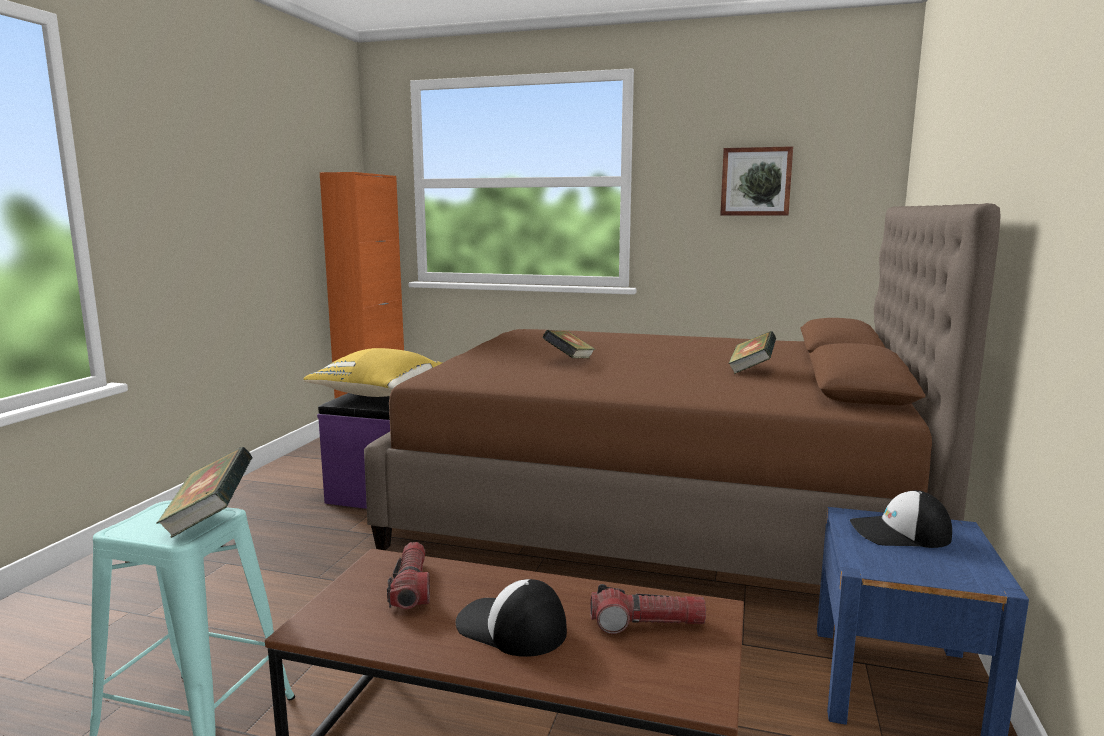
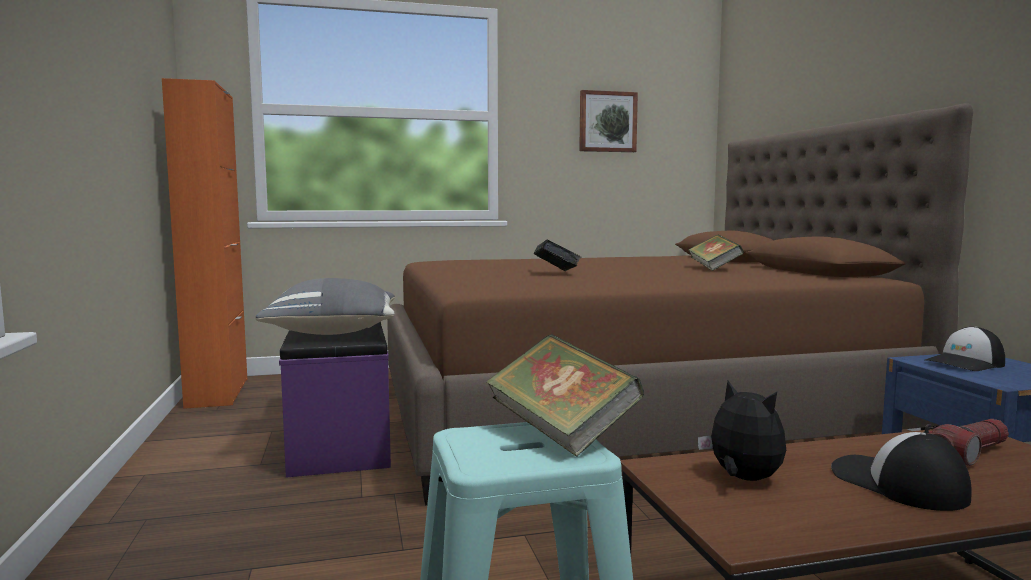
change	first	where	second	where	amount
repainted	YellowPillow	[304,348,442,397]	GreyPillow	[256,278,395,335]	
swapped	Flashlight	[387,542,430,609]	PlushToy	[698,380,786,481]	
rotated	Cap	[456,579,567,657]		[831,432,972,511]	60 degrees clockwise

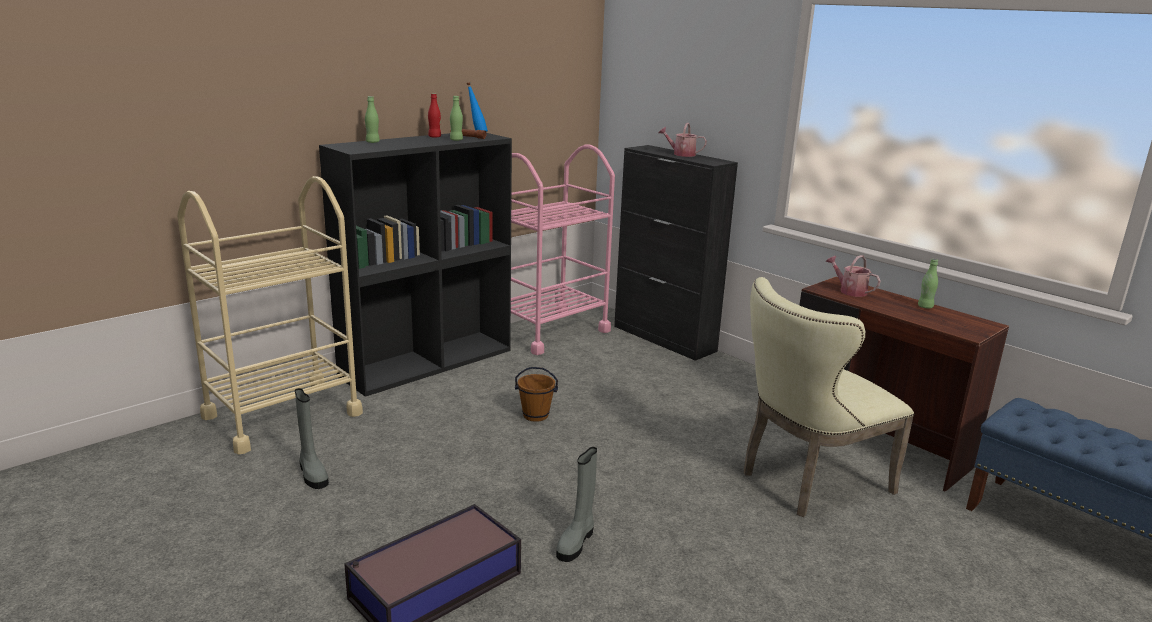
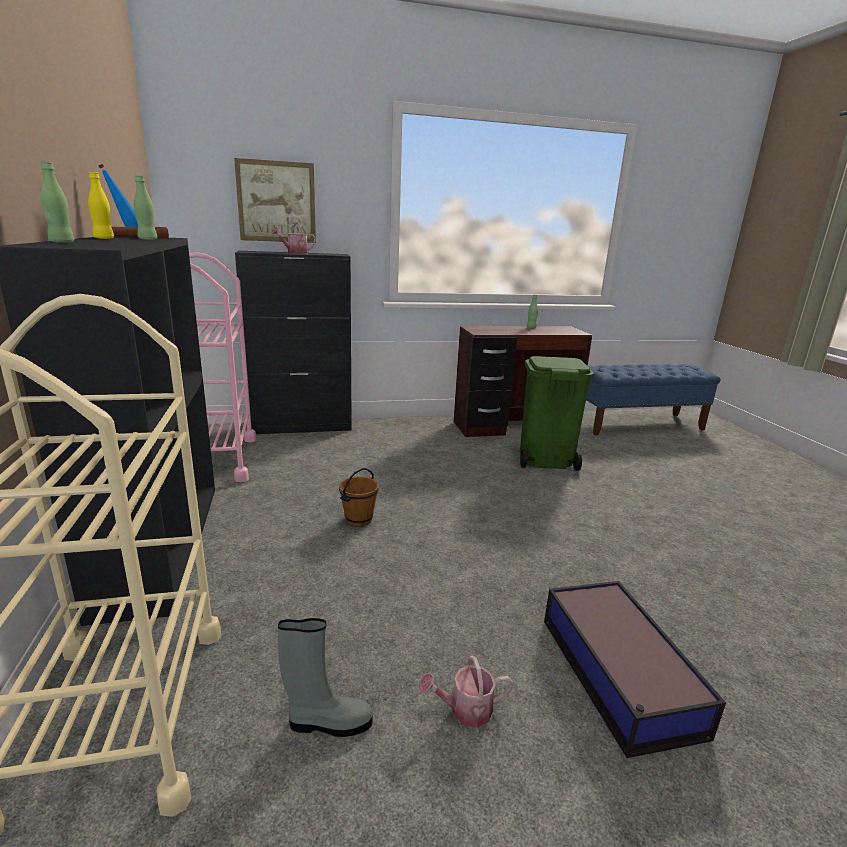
change	first	where	second	where	amount
repainted	RedBottle	[428,93,441,138]	YellowBottle	[88,172,114,239]	
new			Picture	[234,158,316,243]	
shifted	WateringCan	[825,255,881,297]		[419,656,513,727]	
swapped	BeigeChair	[744,277,914,517]	GreenTrashCan	[520,356,594,471]	
gone	GreyBoot	[556,447,597,562]			

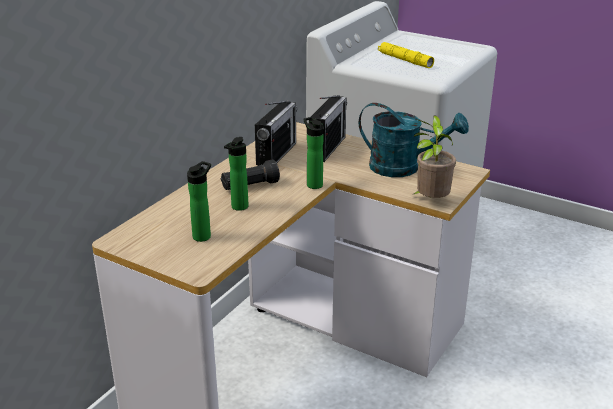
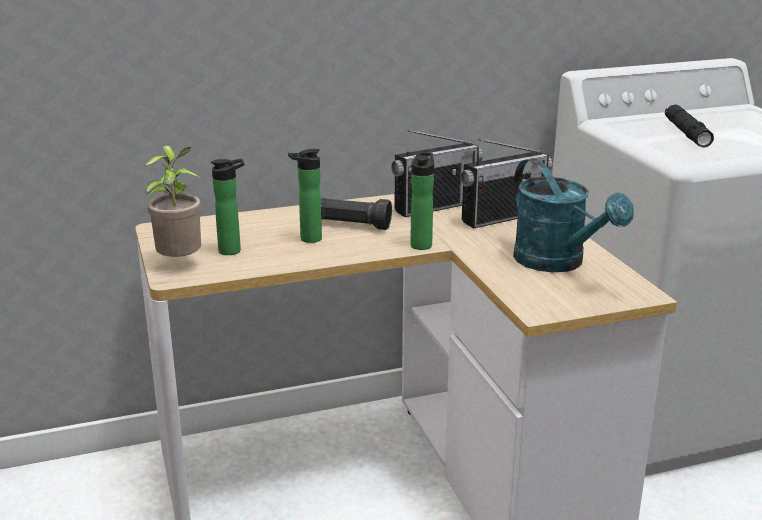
change	first	where	second	where	amount
shifted	PottedPlant	[413,116,456,198]		[144,145,201,257]	
repainted	YellowFlashlight	[378,42,434,68]	BlackFlashlight	[665,104,714,148]	

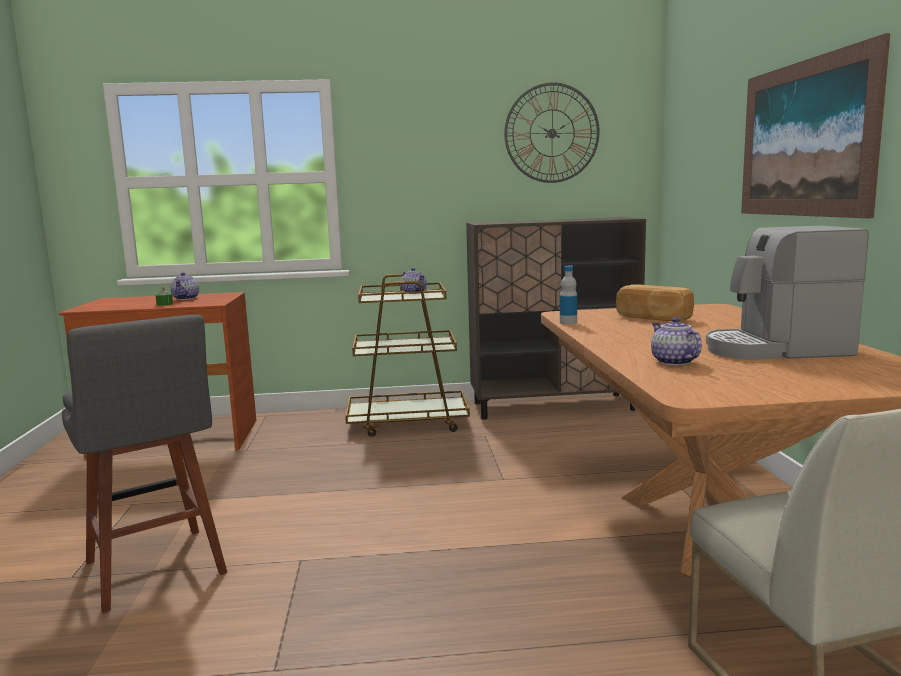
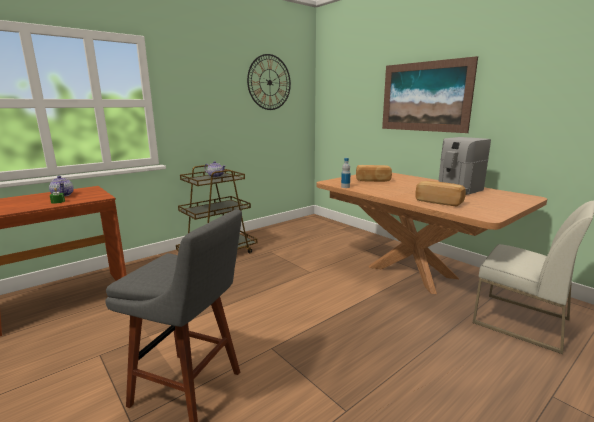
change	first	where	second	where	amount
swapped	Teapot	[651,317,702,366]	Bread	[416,181,466,207]	
gone	BrownCabinet	[466,217,646,420]			

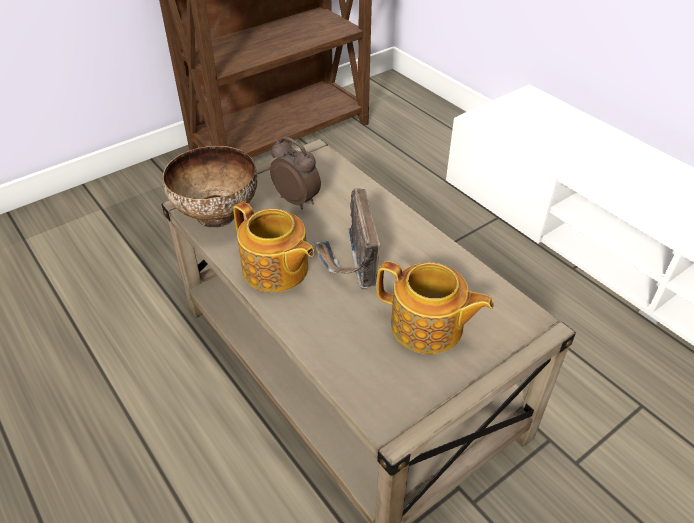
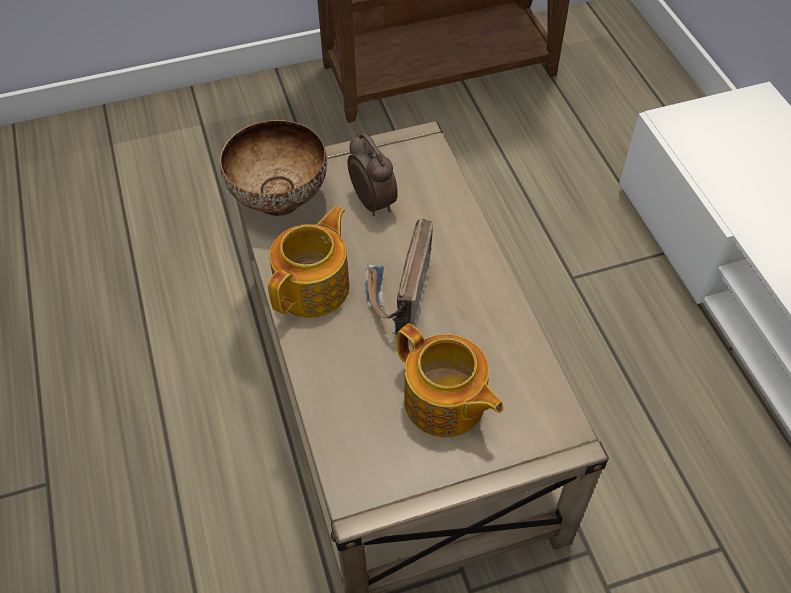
change	first	where	second	where	amount
rotated	Teapot	[233,202,315,292]		[268,206,349,318]	120 degrees counterclockwise

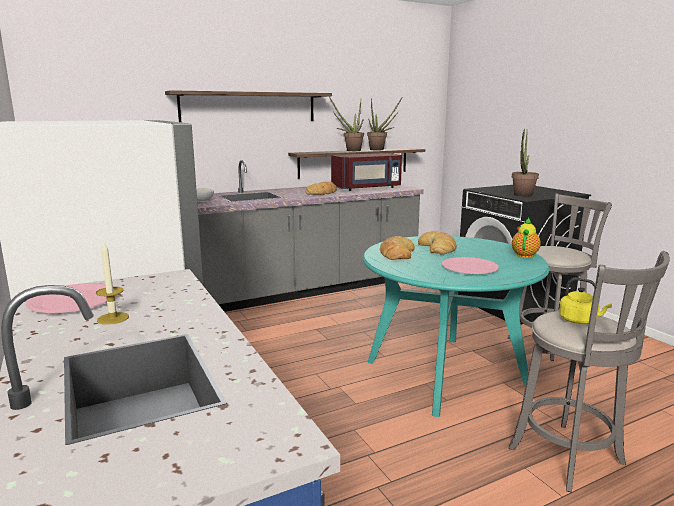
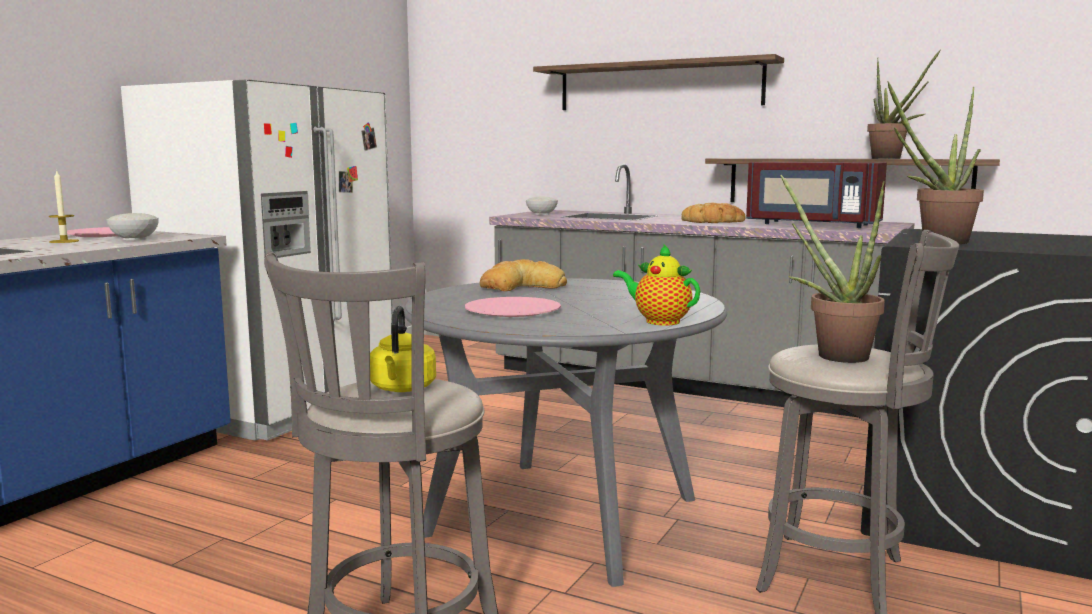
change	first	where	second	where	amount
new			WhiteBowl	[106,213,159,240]	
repainted	TurquoiseDiningTable	[363,236,550,417]	GreyDiningTable	[404,278,727,587]	
rotated	Teapot	[512,218,541,258]		[613,243,700,326]	135 degrees counterclockwise
shifted	PottedPlant	[329,97,364,151]		[780,174,885,363]	
gone	Bread	[418,231,457,255]			

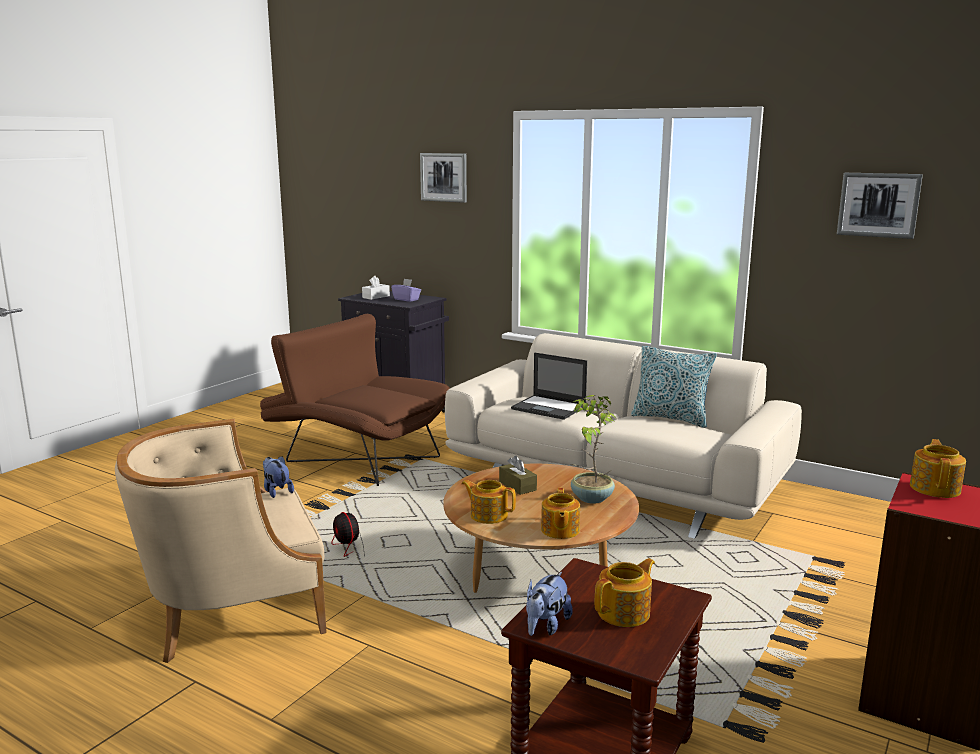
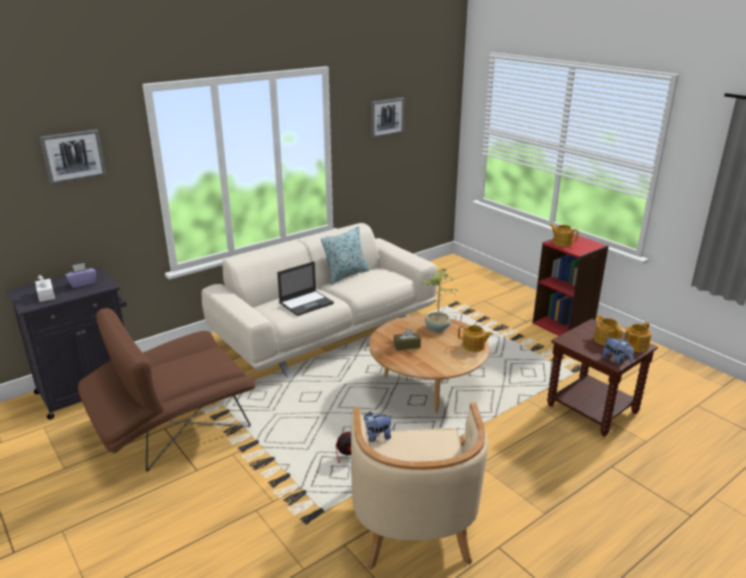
change	first	where	second	where	amount
shifted	Teapot	[461,480,516,524]		[624,322,652,352]	

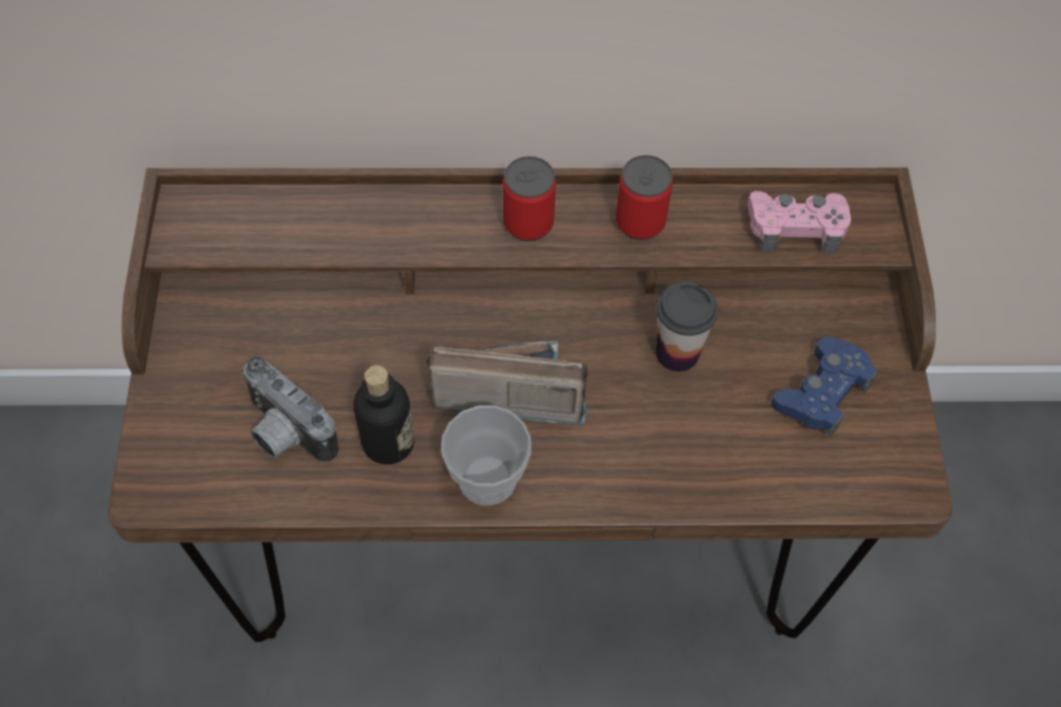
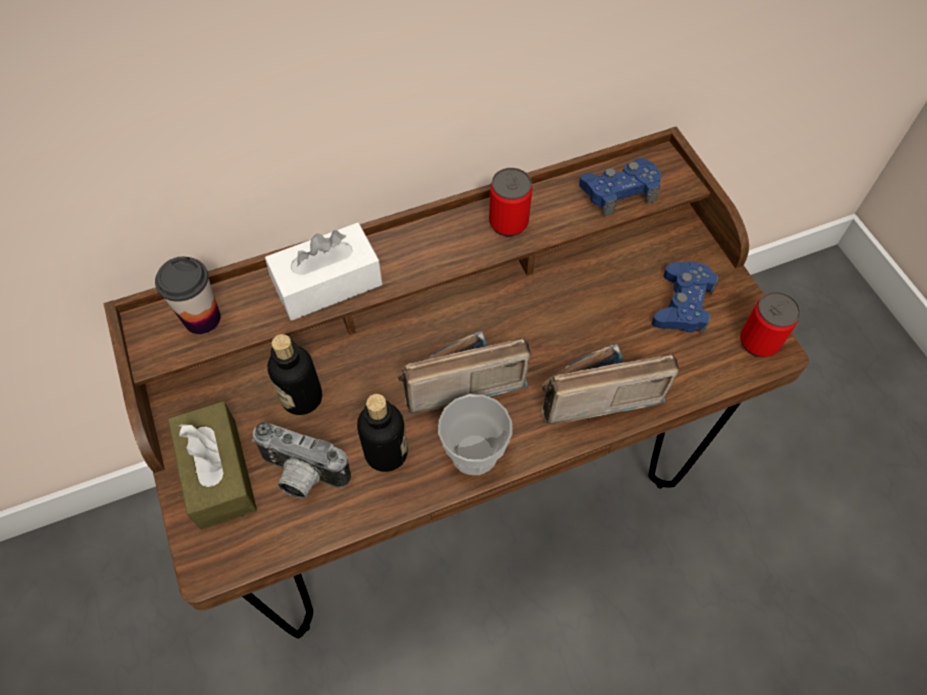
change	first	where	second	where	amount
shifted	Cup	[656,282,718,372]		[155,257,220,334]	
new			BrownTissueBox	[168,401,257,530]	
new			WhiteTissueBox	[265,222,382,321]	
new			Bottle	[267,334,322,415]	
new			Radio	[541,344,680,425]	
repainted	PinkGameController	[747,191,851,254]	BlueGameController	[579,158,661,216]	
shifted	Can	[503,156,556,241]		[740,292,801,357]	

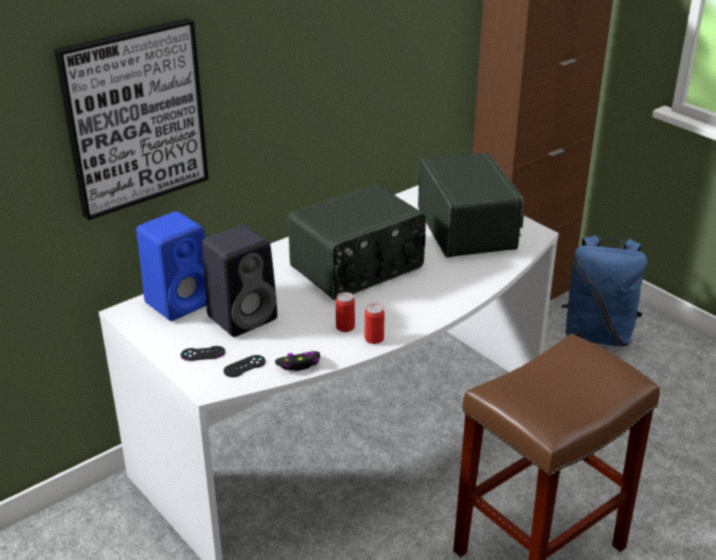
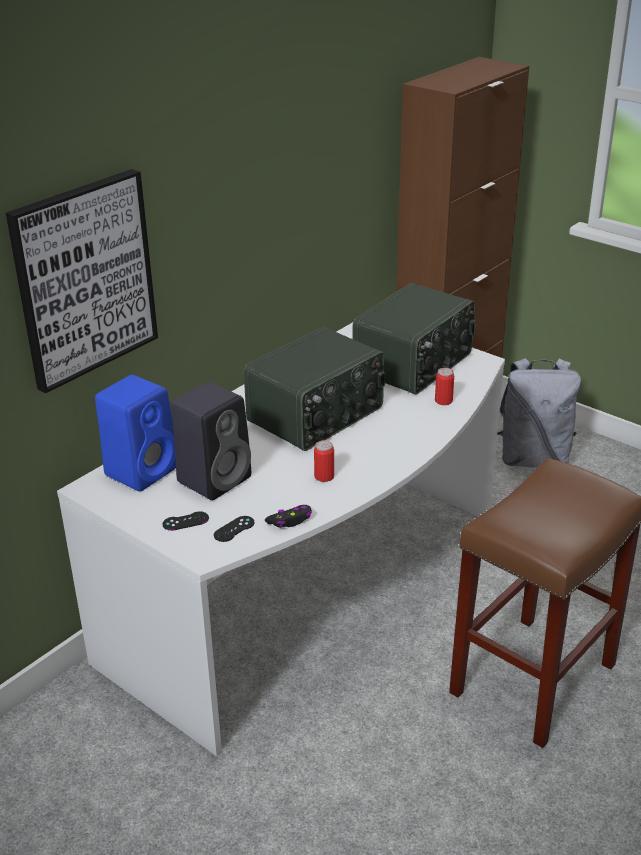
change	first	where	second	where	amount
rotated	Radio	[418,153,524,258]		[352,283,476,394]	60 degrees clockwise
shifted	Can	[365,303,384,344]		[435,368,454,405]	
repainted	BlueBackpack	[562,235,647,346]	GreyBackpack	[497,358,581,467]	

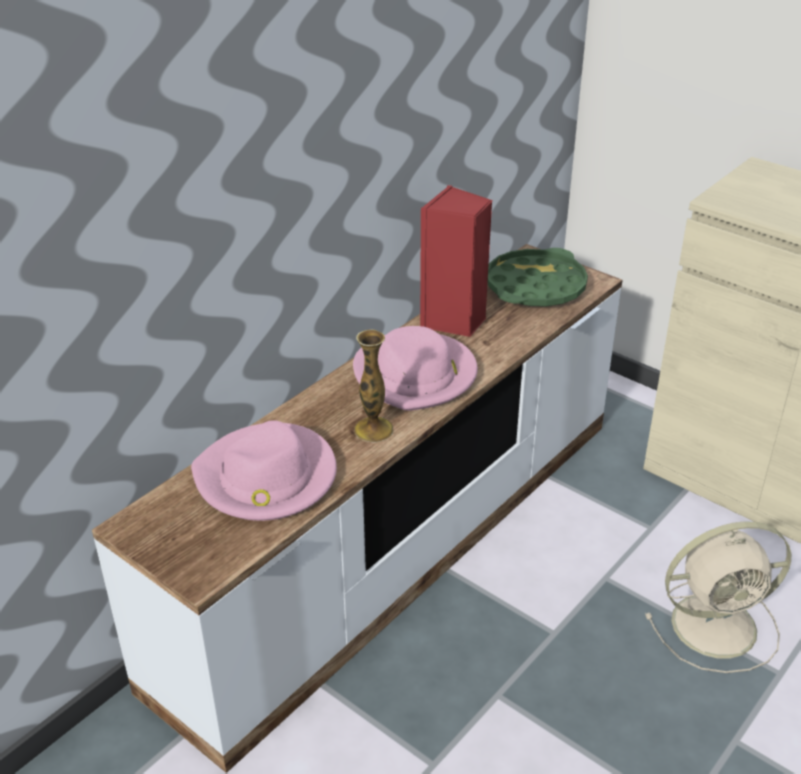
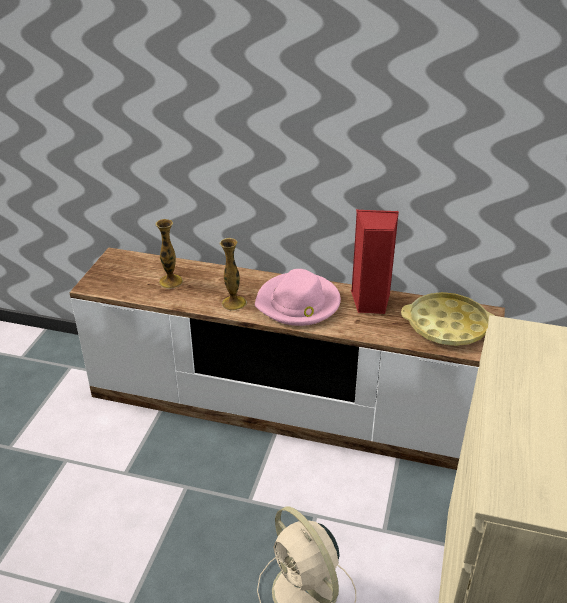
change	first	where	second	where	amount
swapped	PinkHat	[191,420,337,521]	Vase	[155,219,183,289]	
repainted	GreenTray	[487,248,588,306]	YellowTray	[401,292,495,346]	

